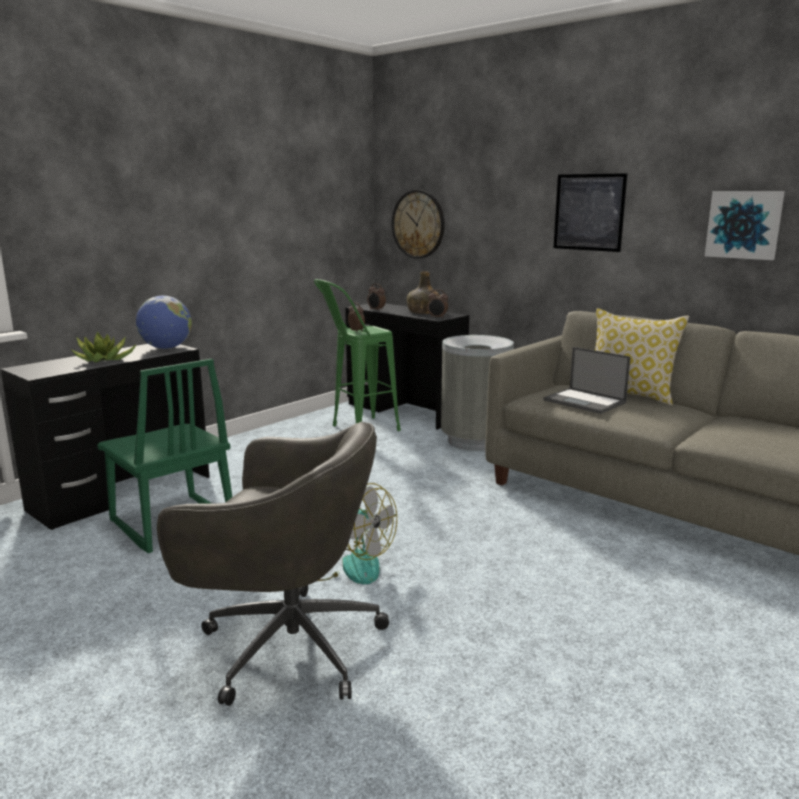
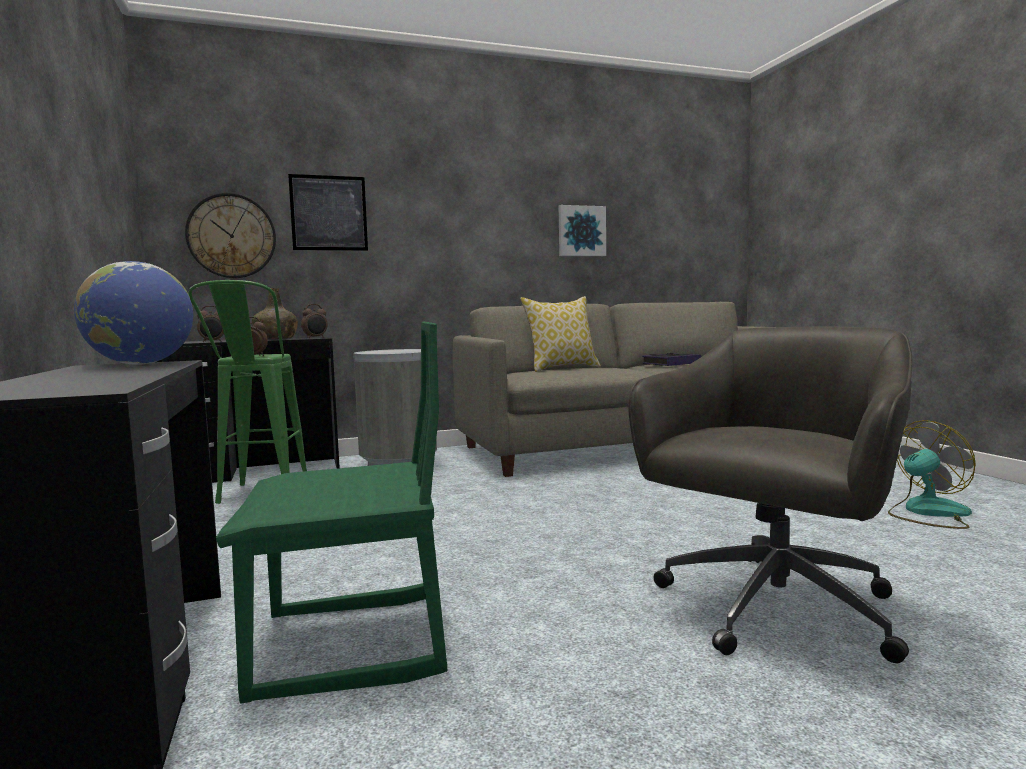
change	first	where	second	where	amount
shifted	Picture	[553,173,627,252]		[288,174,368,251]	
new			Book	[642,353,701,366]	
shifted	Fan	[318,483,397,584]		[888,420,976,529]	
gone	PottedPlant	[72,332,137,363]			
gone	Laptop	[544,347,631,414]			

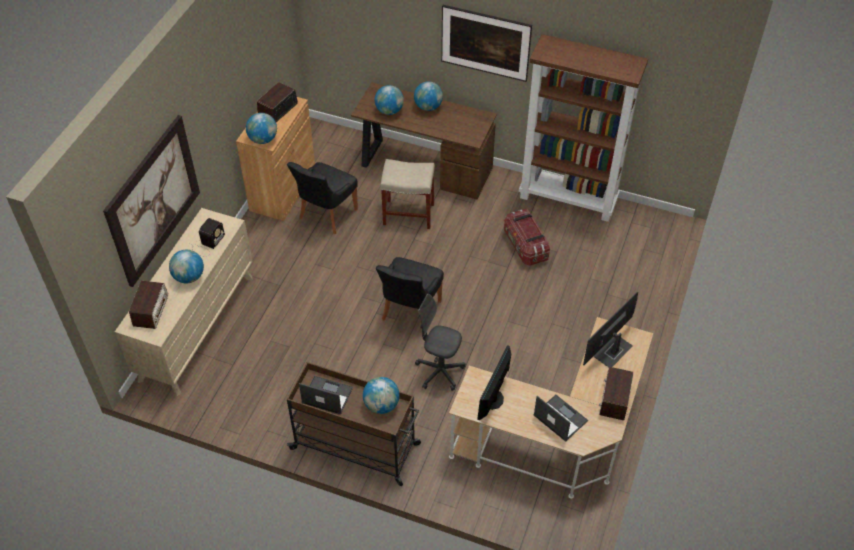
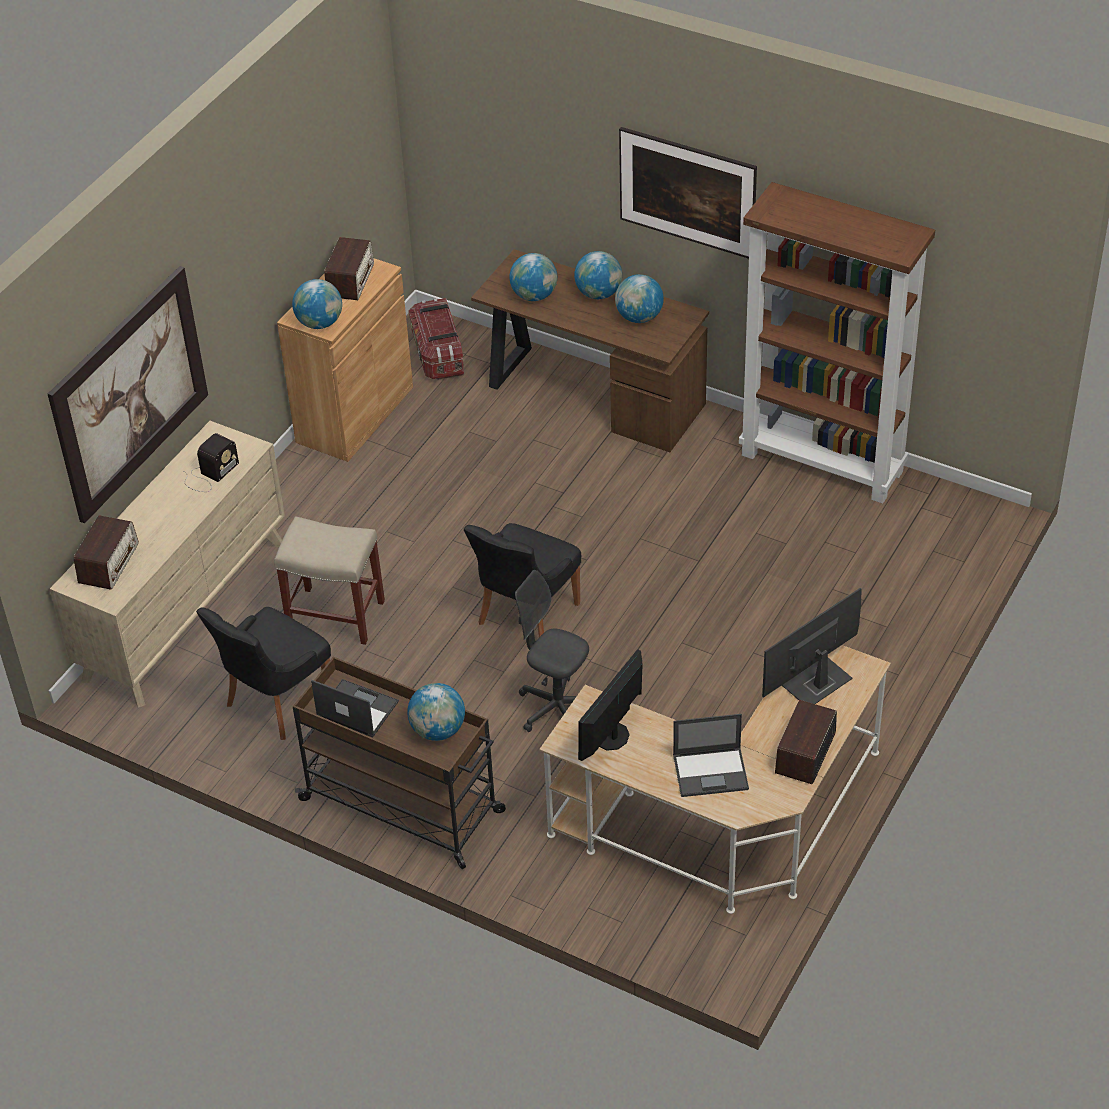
change	first	where	second	where	amount
shifted	BlackChair	[287,162,358,234]		[196,607,331,740]	
shifted	BeigeStool	[380,159,435,229]		[274,516,385,645]	
rotated	Radio	[257,82,298,122]		[324,237,374,300]	150 degrees clockwise
shifted	StorageBox	[504,209,550,266]		[408,298,464,380]	
shifted	Globe	[169,250,204,284]		[615,274,664,323]	
rotated	Laptop	[534,395,588,442]		[673,714,749,797]	120 degrees clockwise

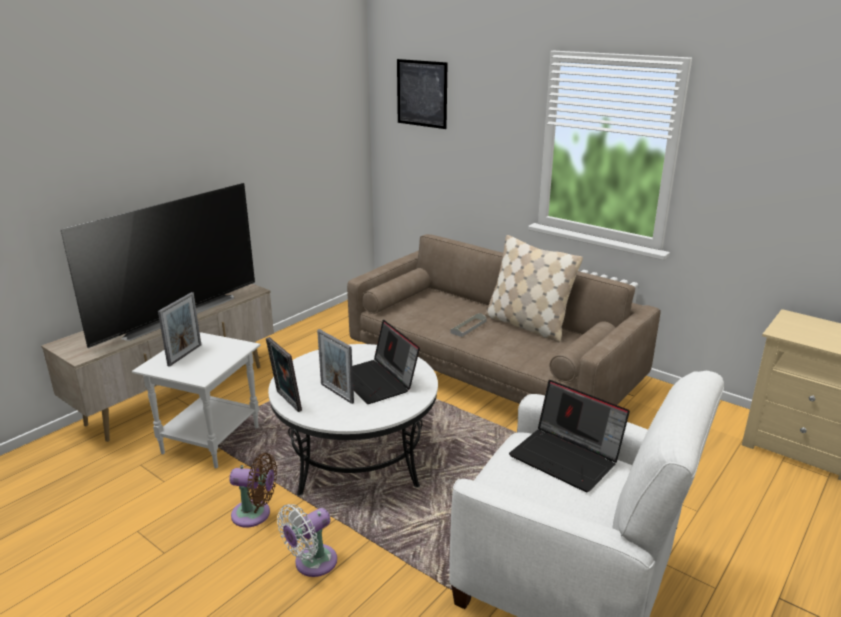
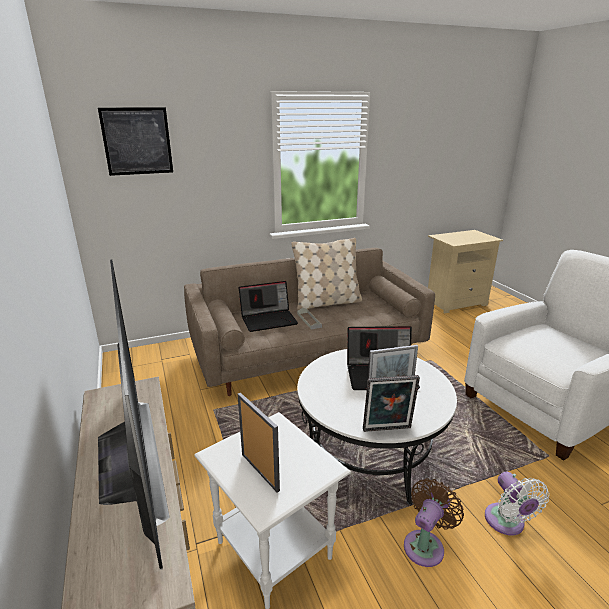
change	first	where	second	where	amount
shifted	Laptop	[509,380,630,492]		[238,281,298,332]	

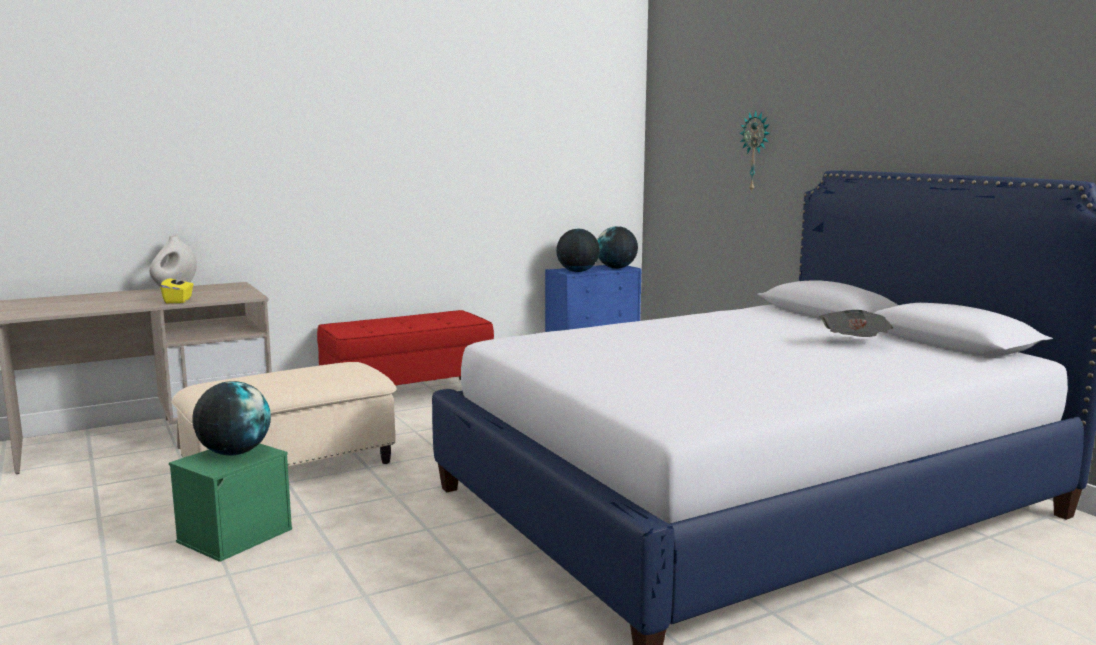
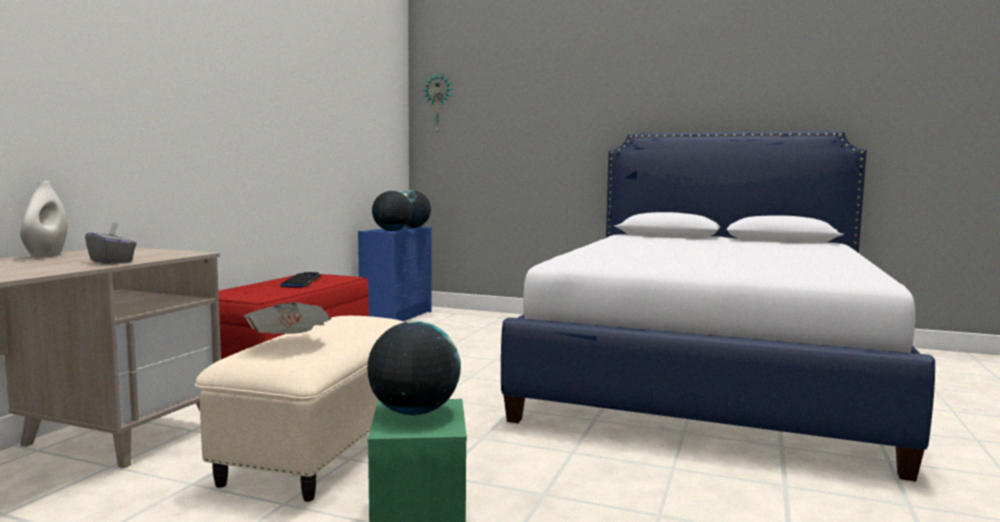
change	first	where	second	where	amount
repainted	YellowTissueBox	[160,272,194,303]	GreyTissueBox	[85,222,137,264]	
shifted	Newspaper	[819,310,893,337]		[243,302,331,334]	
new			Keyboard	[280,272,322,287]	
shifted	WallClock	[739,111,770,192]		[423,73,453,134]	

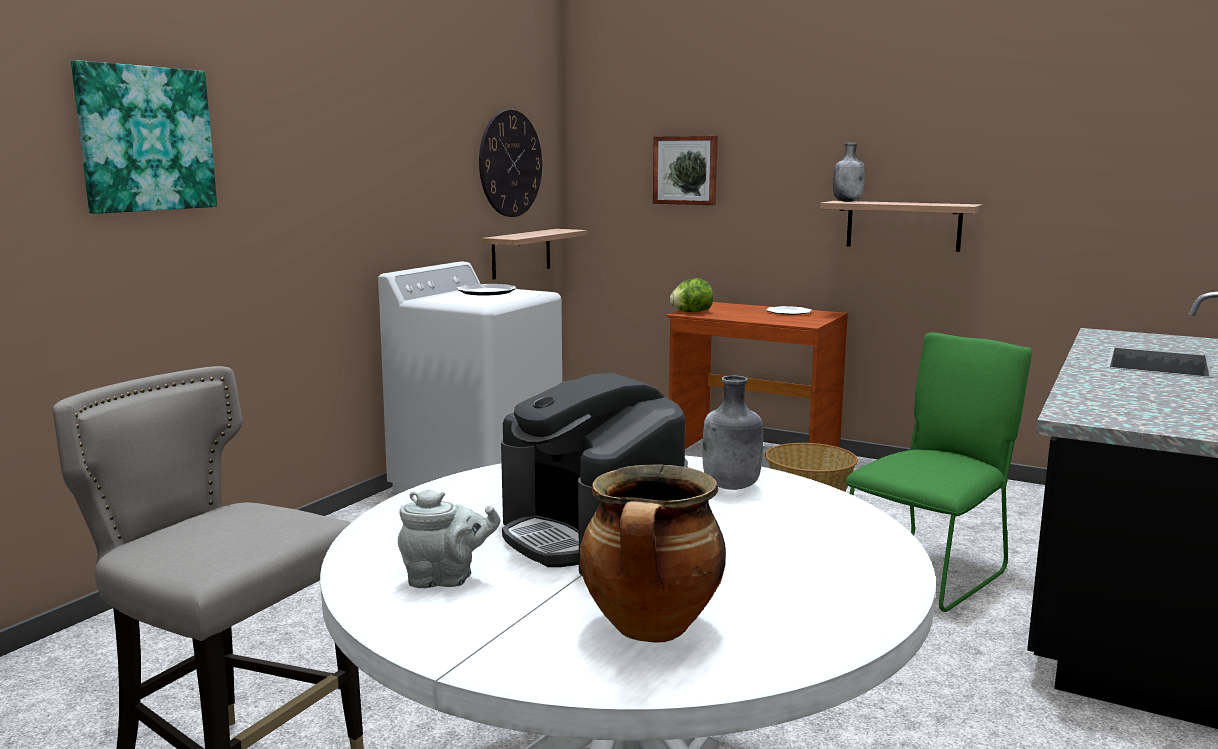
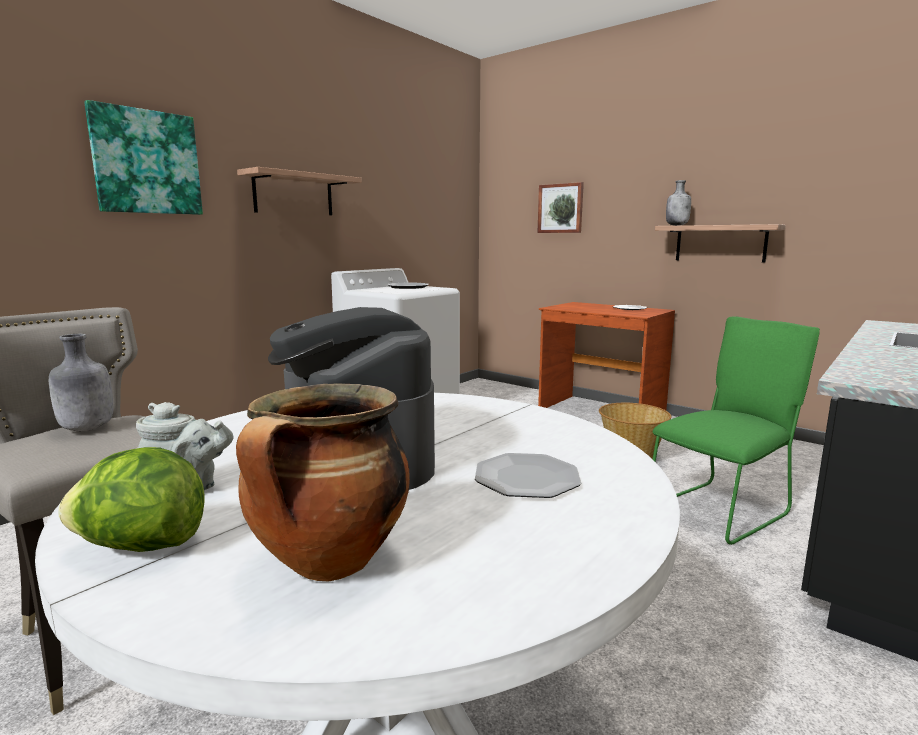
change	first	where	second	where	amount
shifted	GreyBottle	[702,375,763,490]		[49,334,113,431]	
shifted	Lettuce	[670,278,713,312]		[58,447,204,552]	
shifted	Shelf	[482,229,587,279]		[237,167,362,215]	
new			Plate	[475,453,581,498]	
gone	WallClock	[479,110,542,217]			

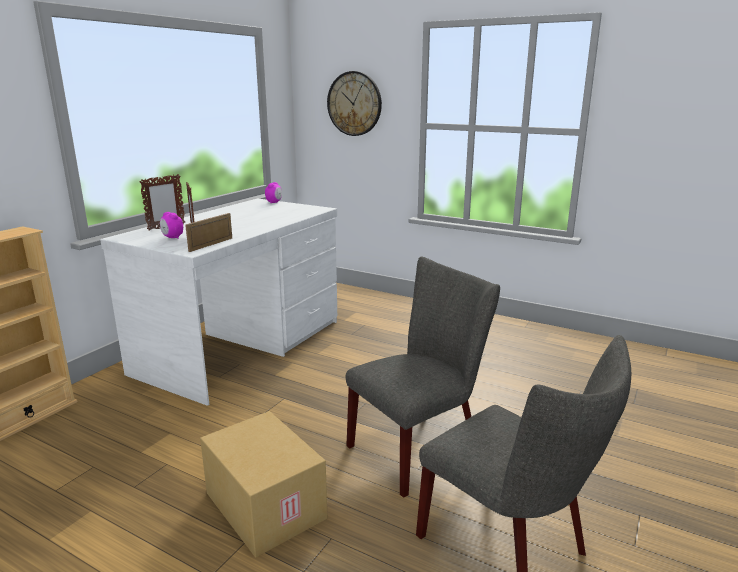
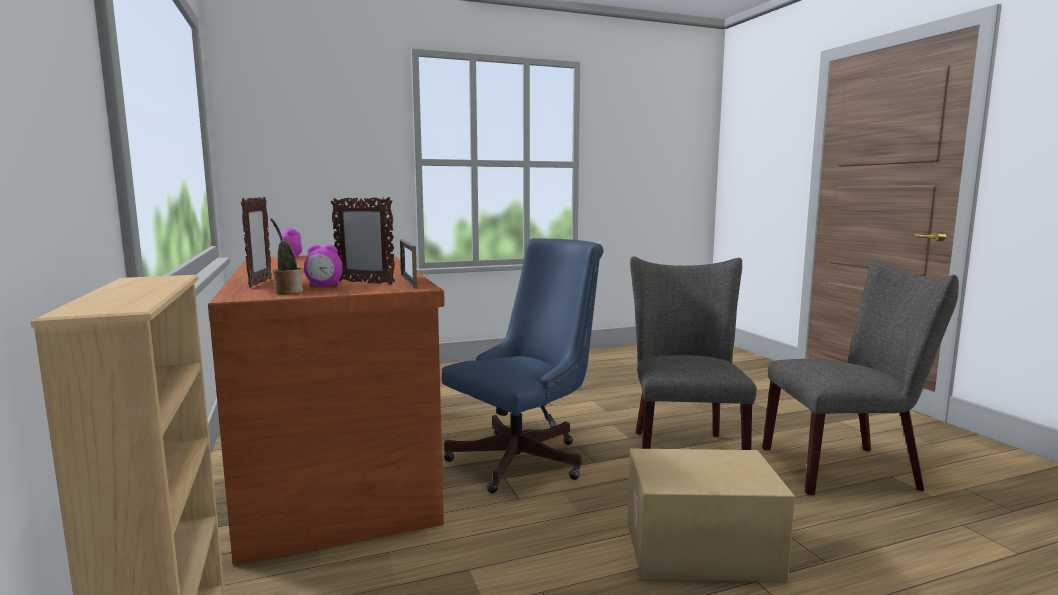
change	first	where	second	where	amount
repainted	WhiteDesk	[100,198,337,406]	BrownDesk	[208,255,445,565]	
new			PottedPlant	[270,218,303,294]	
new			BlueOfficeChair	[442,238,604,493]	
gone	WallClock	[327,71,382,136]			

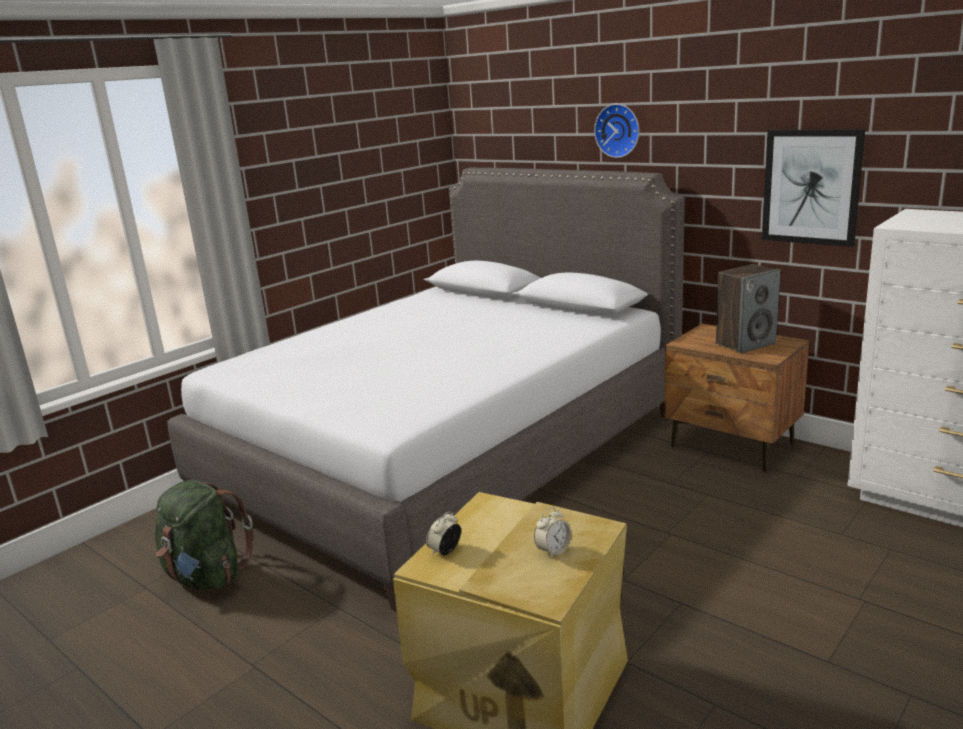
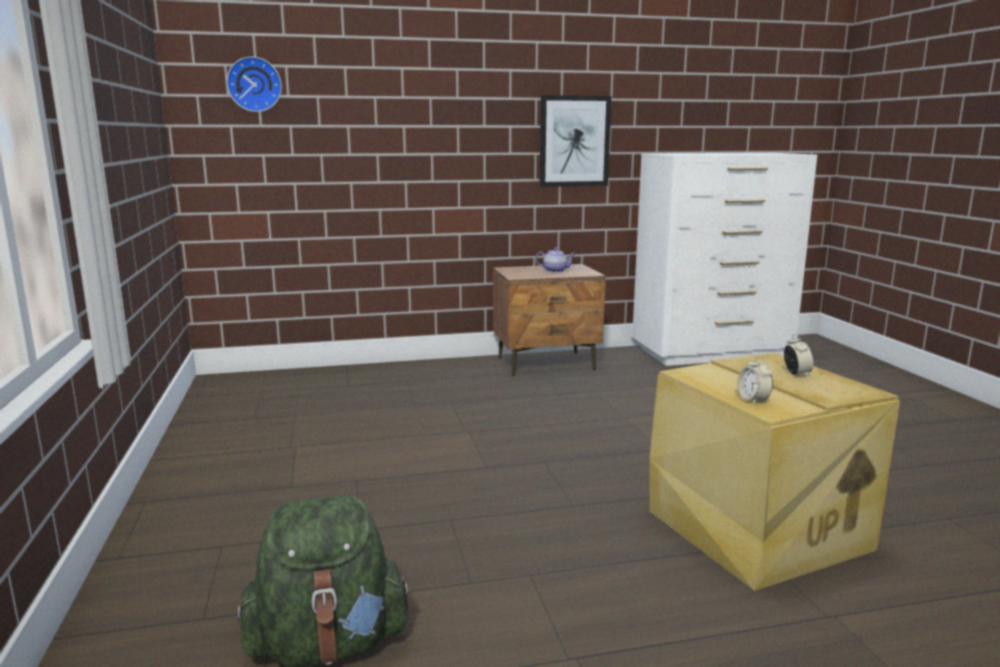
change	first	where	second	where	amount
shifted	WallClock	[594,104,639,158]		[227,56,282,112]	
swapped	Speaker	[716,264,781,353]	Teapot	[535,247,576,272]	
gone	GreyBed	[167,168,685,612]			

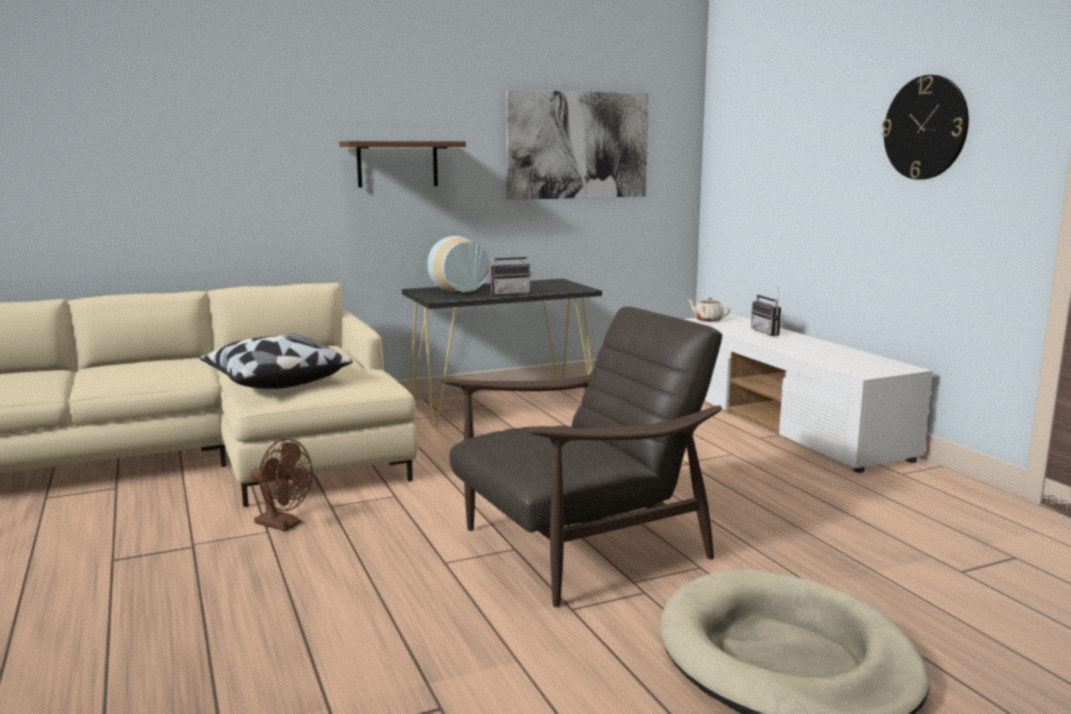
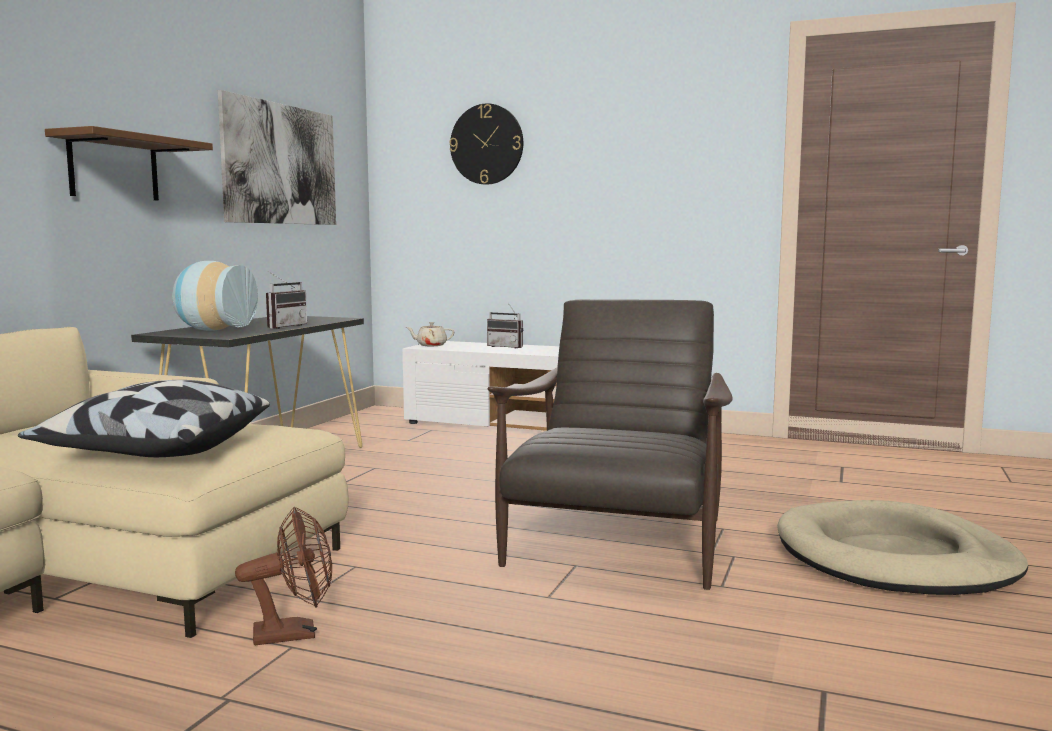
change	first	where	second	where	amount
shifted	WallClock	[882,75,969,180]		[449,103,523,185]	

